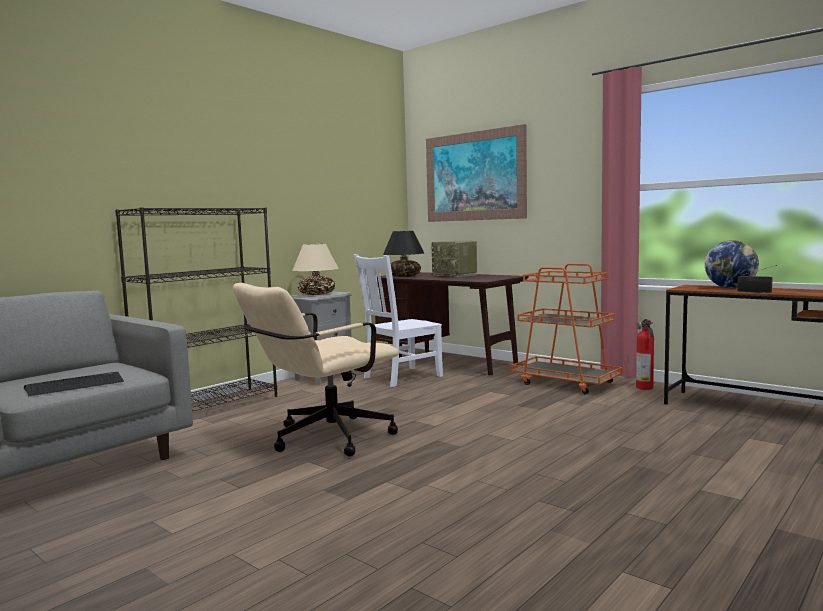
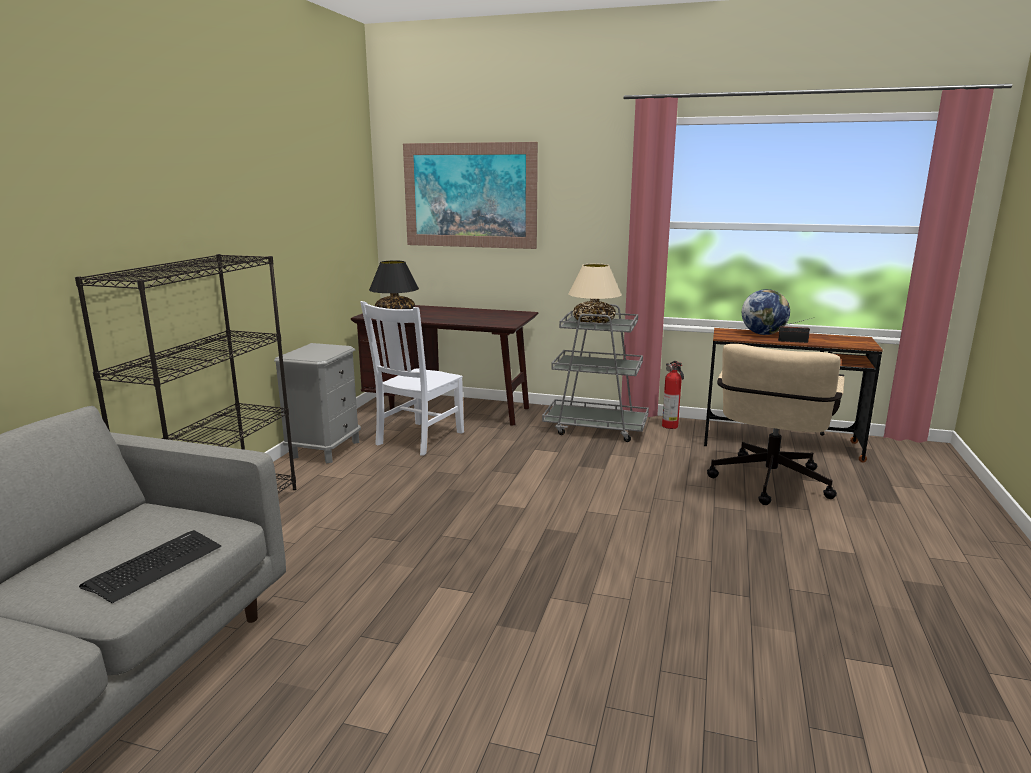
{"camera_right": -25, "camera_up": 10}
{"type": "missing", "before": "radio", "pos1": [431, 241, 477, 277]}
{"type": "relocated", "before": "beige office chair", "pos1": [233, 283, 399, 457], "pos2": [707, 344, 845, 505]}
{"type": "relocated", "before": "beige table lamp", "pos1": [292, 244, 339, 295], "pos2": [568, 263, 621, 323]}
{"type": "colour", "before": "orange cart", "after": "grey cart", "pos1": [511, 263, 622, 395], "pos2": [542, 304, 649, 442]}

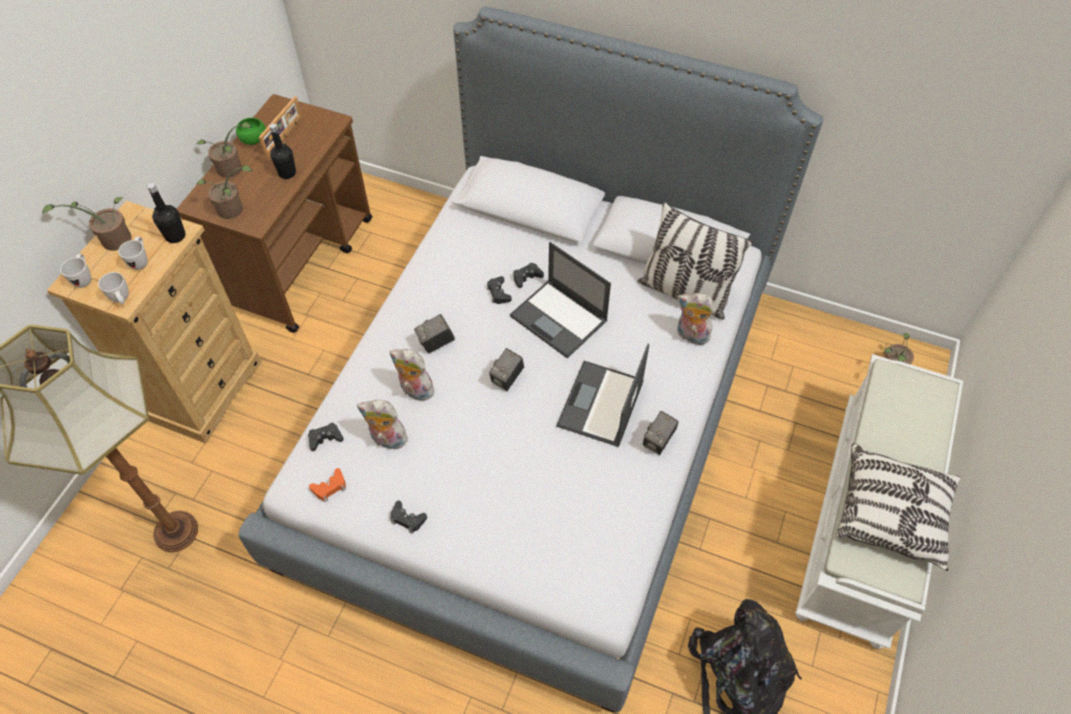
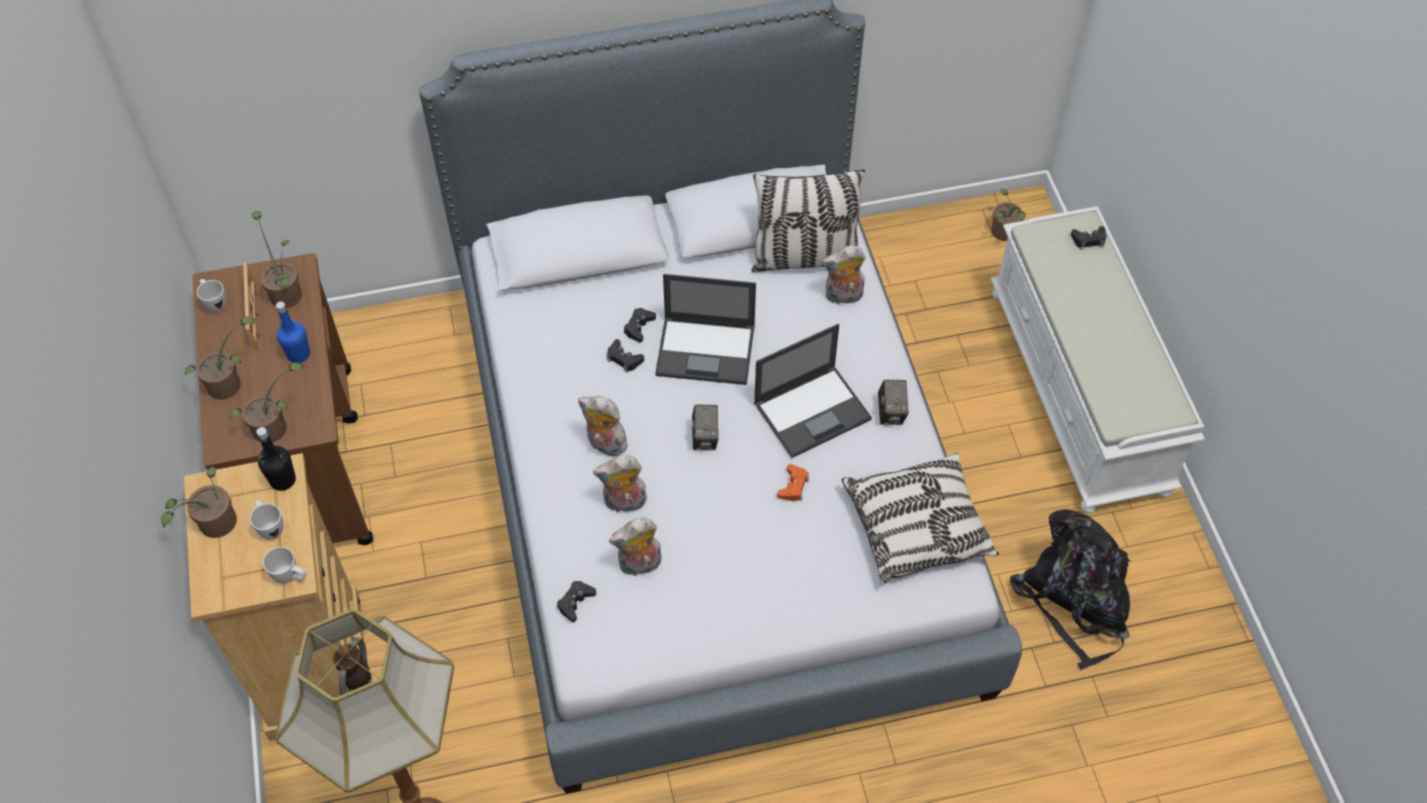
{"camera_right": -35, "camera_up": 0}
{"type": "missing", "before": "green bowl", "pos1": [236, 118, 266, 145]}
{"type": "appeared", "after": "potted plant", "pos2": [252, 211, 302, 308]}
{"type": "relocated", "before": "white mug", "pos1": [60, 254, 91, 288], "pos2": [197, 279, 226, 312]}
{"type": "relocated", "before": "orange game controller", "pos1": [309, 468, 346, 502], "pos2": [777, 464, 809, 501]}
{"type": "relocated", "before": "black game controller", "pos1": [390, 501, 427, 533], "pos2": [1071, 226, 1107, 250]}
{"type": "relocated", "before": "pillow", "pos1": [836, 443, 961, 571], "pos2": [842, 453, 999, 584]}
{"type": "exchanged", "before": "photo camera", "after": "plush toy", "pos1": [414, 314, 455, 354], "pos2": [578, 396, 628, 456]}
{"type": "colour", "before": "black bottle", "after": "blue bottle", "pos1": [269, 123, 296, 179], "pos2": [276, 301, 310, 363]}
{"type": "spun", "before": "laptop", "pos1": [556, 344, 649, 447], "pos2": [754, 324, 872, 458], "turn": -105}

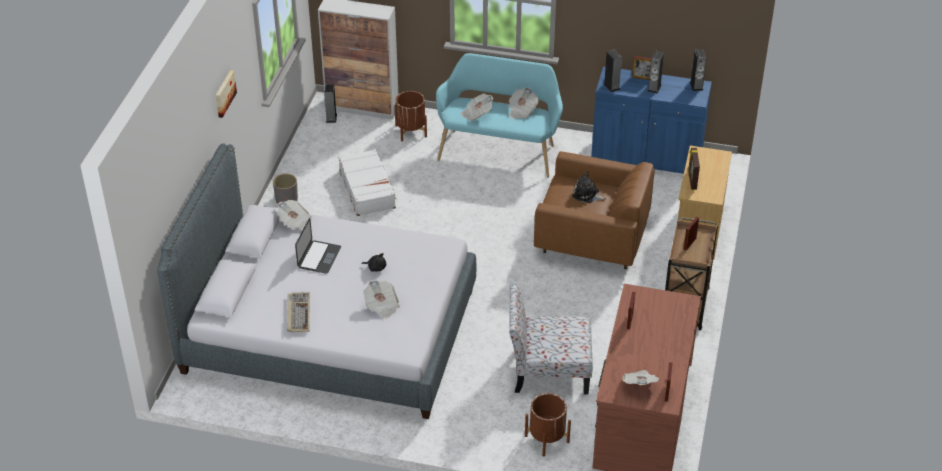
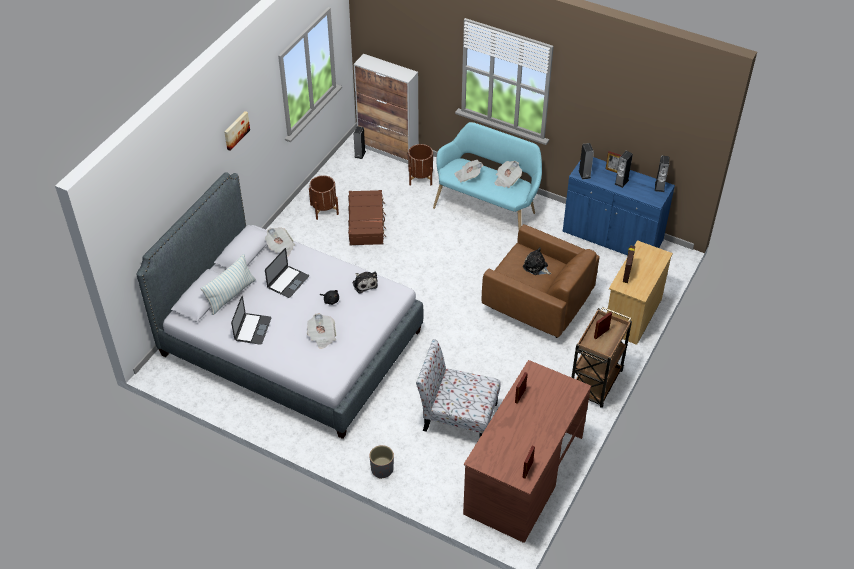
{"camera_right": 15, "camera_up": 5}
{"type": "missing", "before": "newspaper", "pos1": [622, 370, 660, 385]}
{"type": "appeared", "after": "pillow", "pos2": [201, 254, 256, 315]}
{"type": "appeared", "after": "plush toy", "pos2": [352, 272, 378, 294]}
{"type": "relocated", "before": "grey planter", "pos1": [273, 173, 298, 204], "pos2": [369, 445, 394, 479]}
{"type": "relocated", "before": "brown planter", "pos1": [525, 393, 571, 456], "pos2": [309, 175, 339, 220]}
{"type": "exchanged", "before": "keyboard", "after": "laptop", "pos1": [287, 292, 310, 332], "pos2": [231, 296, 272, 345]}
{"type": "colour", "before": "white suitcase", "after": "brown suitcase", "pos1": [338, 149, 397, 216], "pos2": [348, 190, 386, 246]}

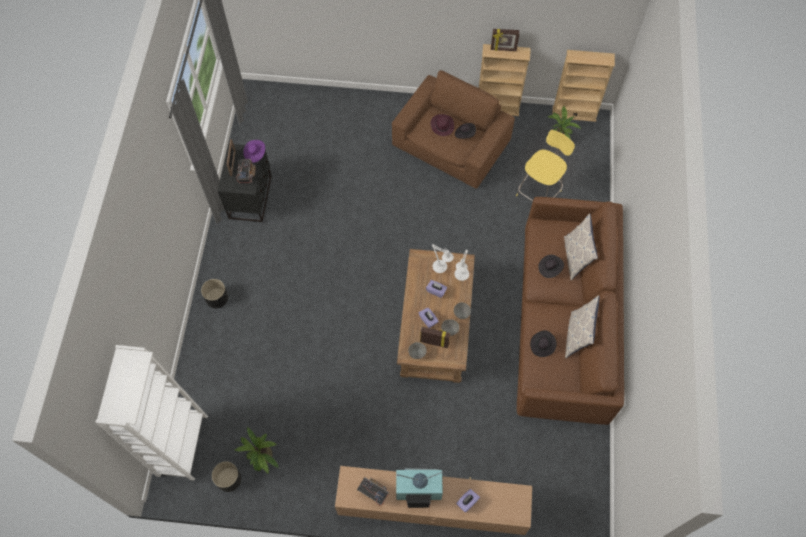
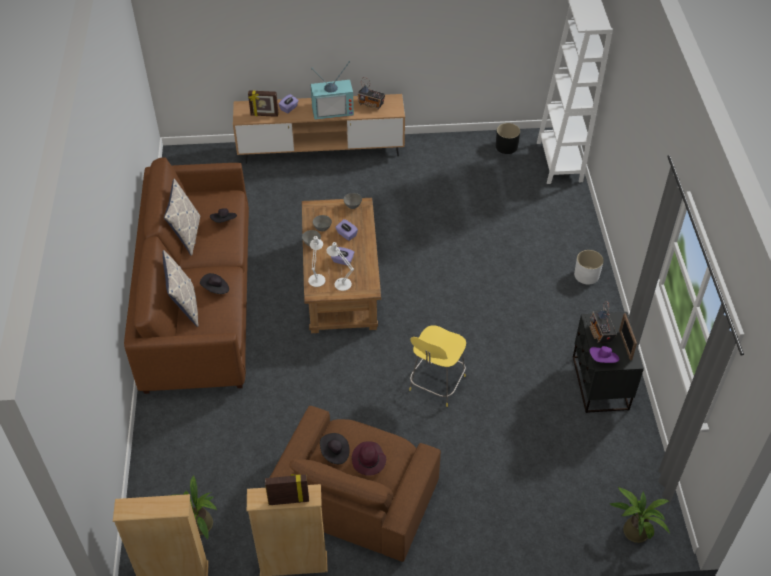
{"camera_right": 170, "camera_up": -15}
{"type": "relocated", "before": "potted plant", "pos1": [235, 427, 278, 473], "pos2": [610, 487, 670, 543]}
{"type": "relocated", "before": "picture frame", "pos1": [420, 327, 450, 348], "pos2": [248, 91, 279, 117]}
{"type": "relocated", "before": "yellow stool", "pos1": [516, 130, 575, 201], "pos2": [409, 325, 466, 407]}
{"type": "colour", "before": "black planter", "after": "white planter", "pos1": [201, 279, 228, 308], "pos2": [574, 250, 604, 284]}

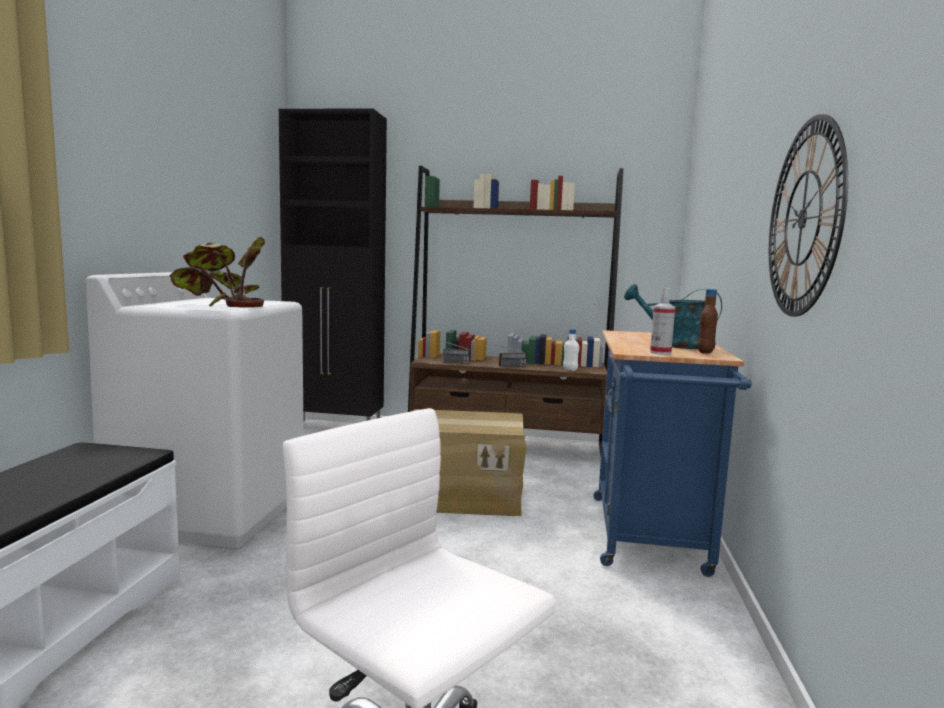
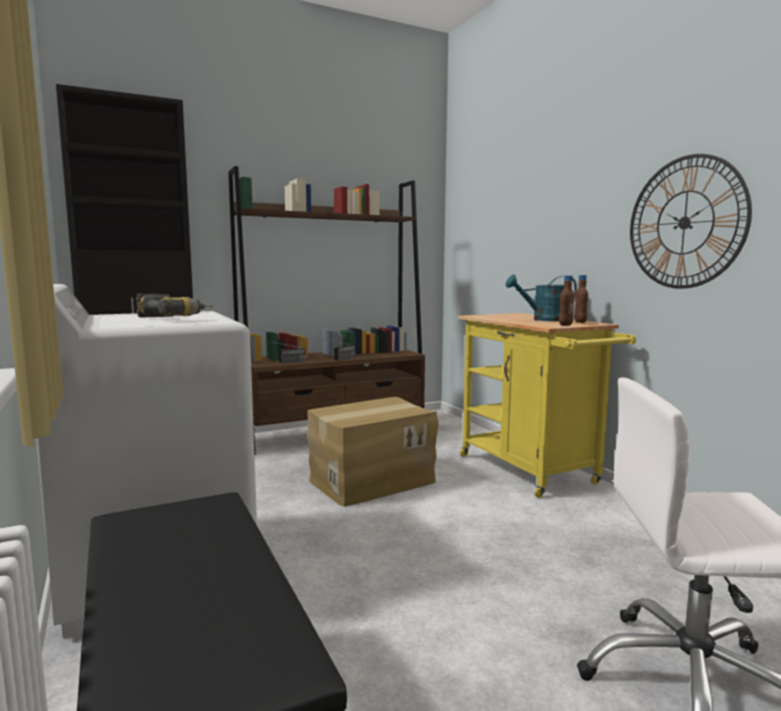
{"camera_right": -35, "camera_up": 0}
{"type": "missing", "before": "white bottle", "pos1": [563, 329, 579, 371]}
{"type": "exchanged", "before": "potted plant", "after": "power drill", "pos1": [170, 236, 265, 308], "pos2": [136, 294, 213, 317]}
{"type": "exchanged", "before": "spray bottle", "after": "brown bottle", "pos1": [650, 288, 675, 355], "pos2": [559, 275, 575, 326]}
{"type": "colour", "before": "blue cart", "after": "yellow cart", "pos1": [594, 330, 752, 577], "pos2": [458, 313, 636, 498]}

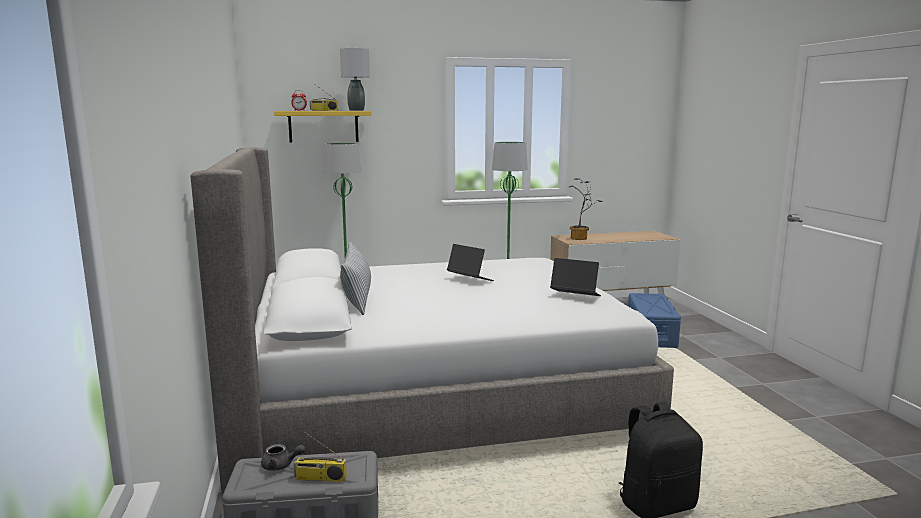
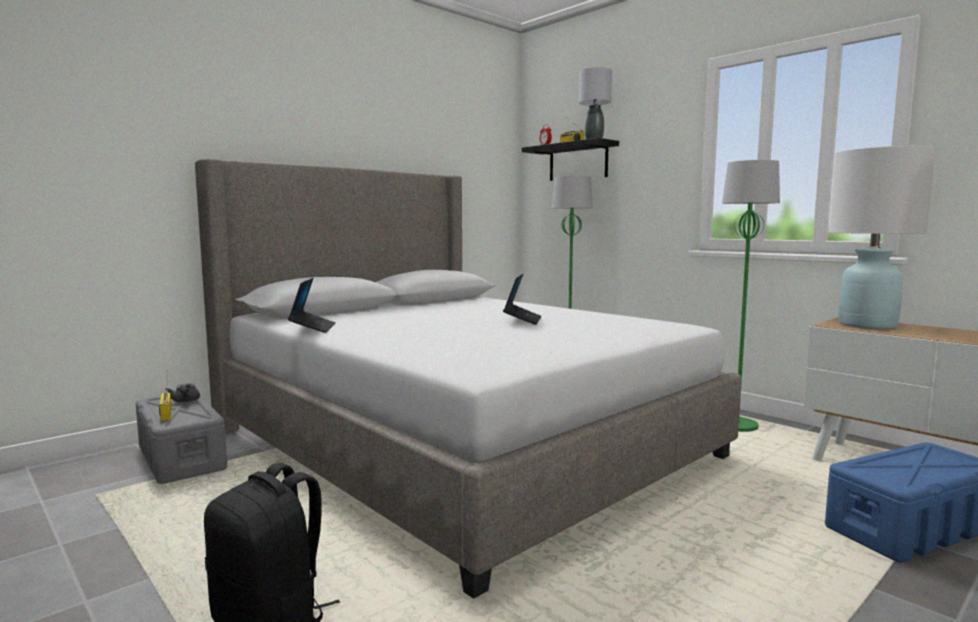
{"camera_right": 60, "camera_up": -5}
{"type": "missing", "before": "pillow", "pos1": [340, 241, 371, 315]}
{"type": "relocated", "before": "laptop", "pos1": [550, 258, 601, 296], "pos2": [288, 278, 336, 333]}
{"type": "exchanged", "before": "potted plant", "after": "white table lamp", "pos1": [569, 178, 602, 240], "pos2": [828, 146, 936, 329]}
{"type": "colour", "before": "yellow shelf", "after": "black shelf", "pos1": [274, 111, 372, 142], "pos2": [522, 138, 619, 181]}

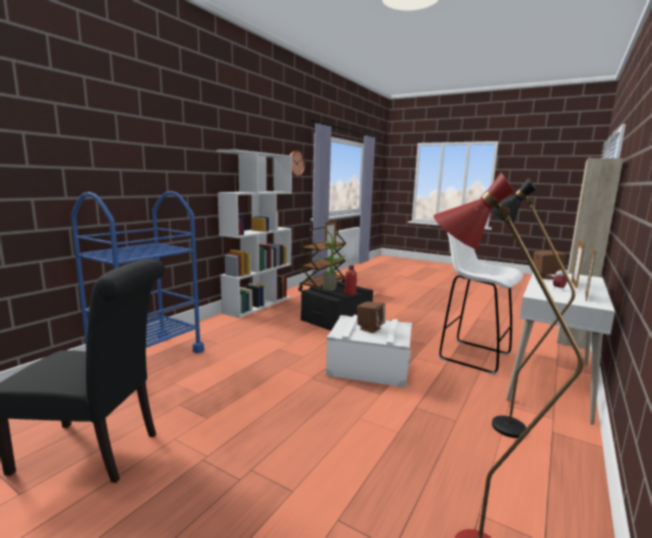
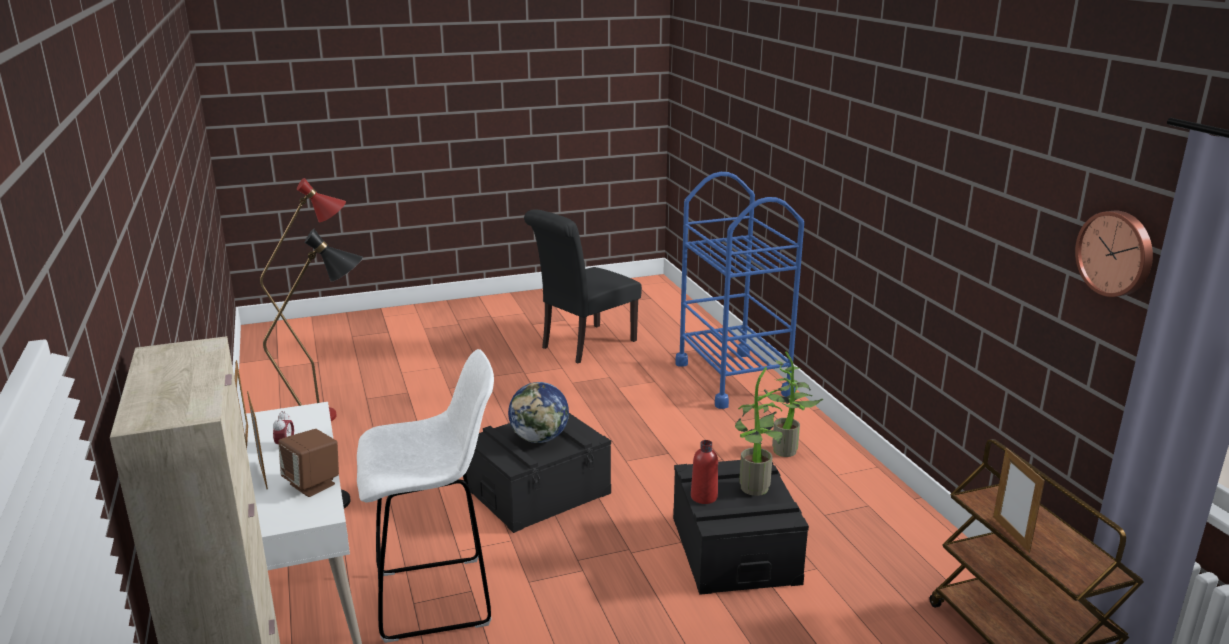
{"camera_right": 130, "camera_up": 10}
{"type": "missing", "before": "white bookcase", "pos1": [216, 149, 292, 318]}
{"type": "appeared", "after": "potted plant", "pos2": [764, 351, 823, 457]}
{"type": "exchanged", "before": "brown speaker", "after": "globe", "pos1": [357, 301, 385, 333], "pos2": [508, 382, 569, 443]}
{"type": "colour", "before": "white storage box", "after": "black storage box", "pos1": [326, 315, 412, 388], "pos2": [466, 413, 611, 533]}

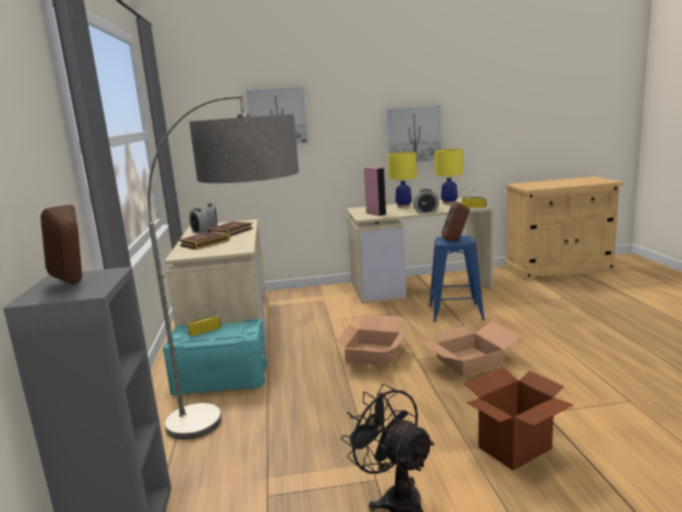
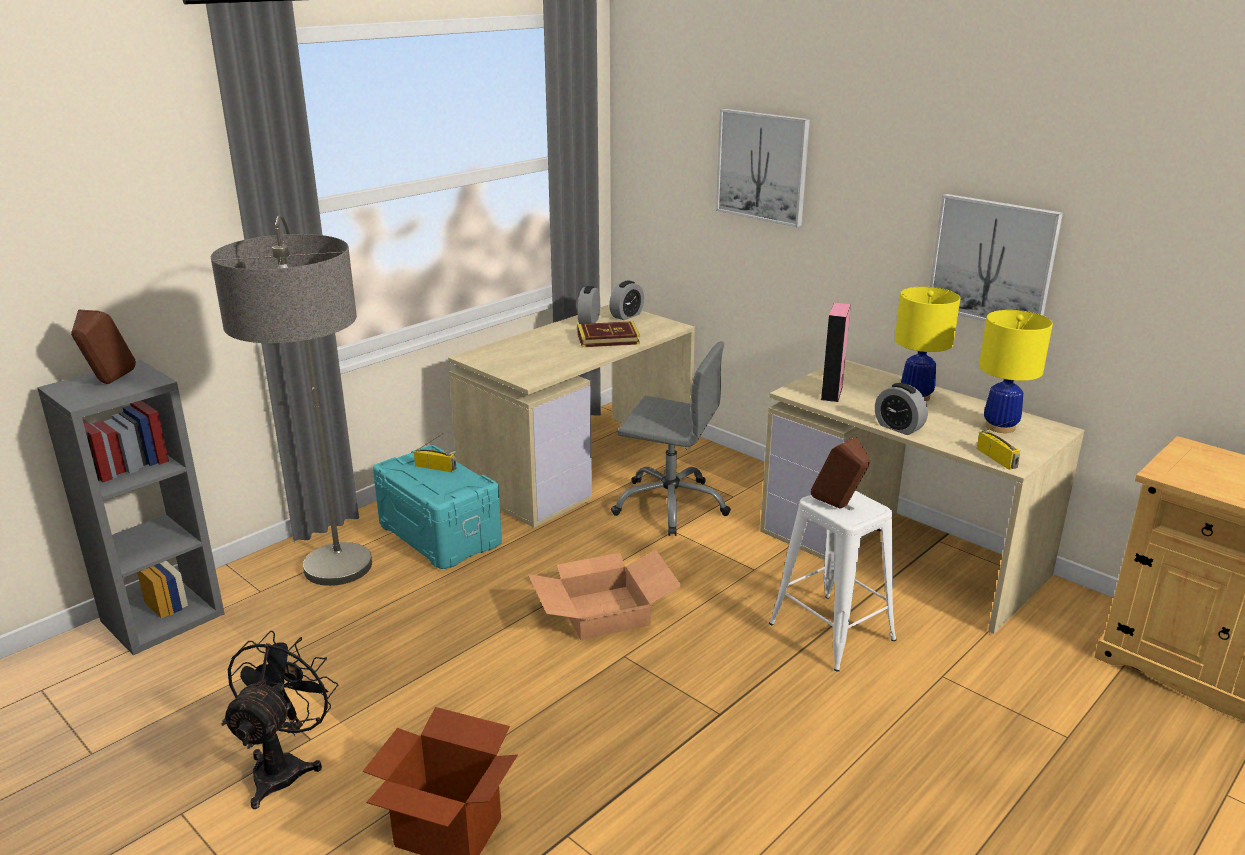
{"camera_right": 50, "camera_up": 10}
{"type": "missing", "before": "book", "pos1": [179, 231, 230, 250]}
{"type": "missing", "before": "cardboard box", "pos1": [418, 321, 522, 377]}
{"type": "appeared", "after": "grey office chair", "pos2": [611, 341, 731, 536]}
{"type": "colour", "before": "blue stool", "after": "white stool", "pos1": [429, 235, 485, 322], "pos2": [769, 491, 896, 672]}

